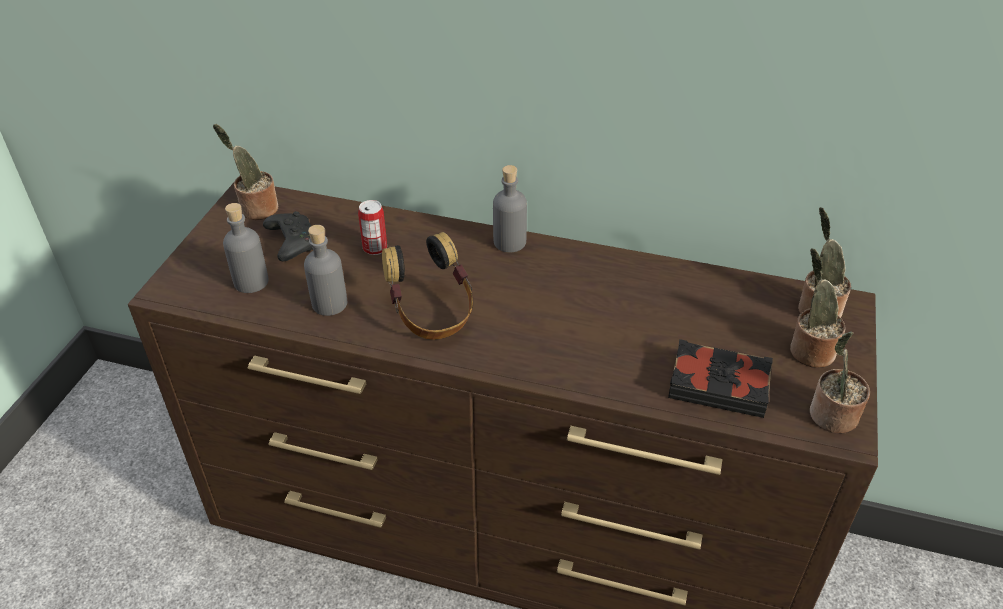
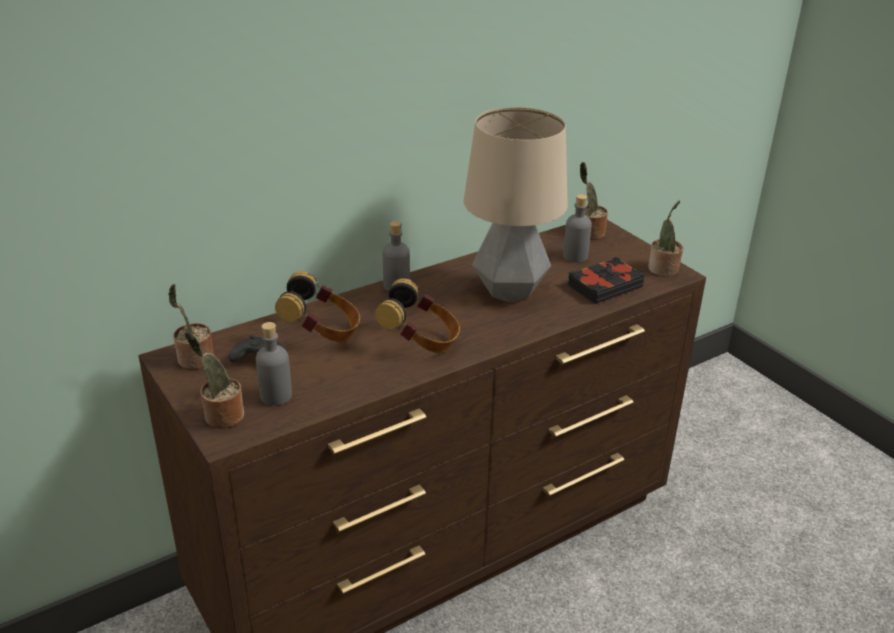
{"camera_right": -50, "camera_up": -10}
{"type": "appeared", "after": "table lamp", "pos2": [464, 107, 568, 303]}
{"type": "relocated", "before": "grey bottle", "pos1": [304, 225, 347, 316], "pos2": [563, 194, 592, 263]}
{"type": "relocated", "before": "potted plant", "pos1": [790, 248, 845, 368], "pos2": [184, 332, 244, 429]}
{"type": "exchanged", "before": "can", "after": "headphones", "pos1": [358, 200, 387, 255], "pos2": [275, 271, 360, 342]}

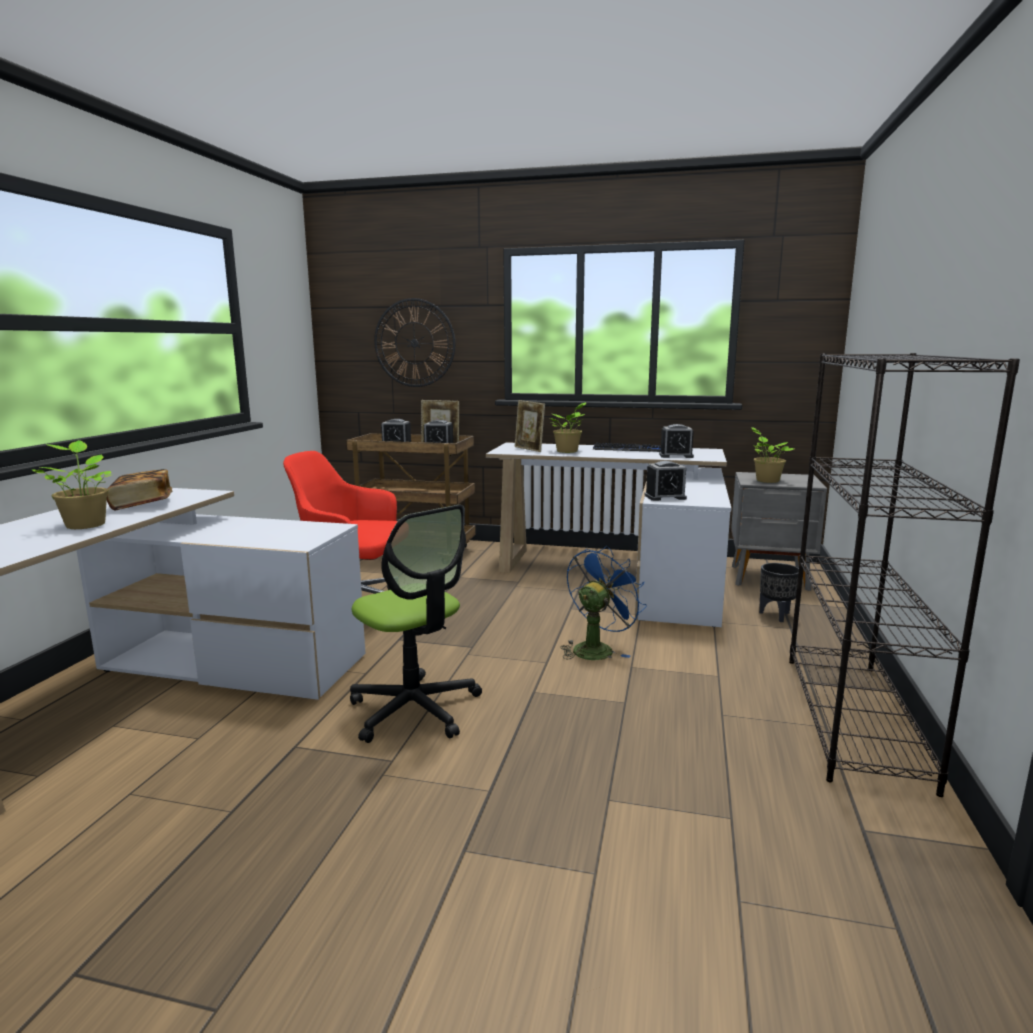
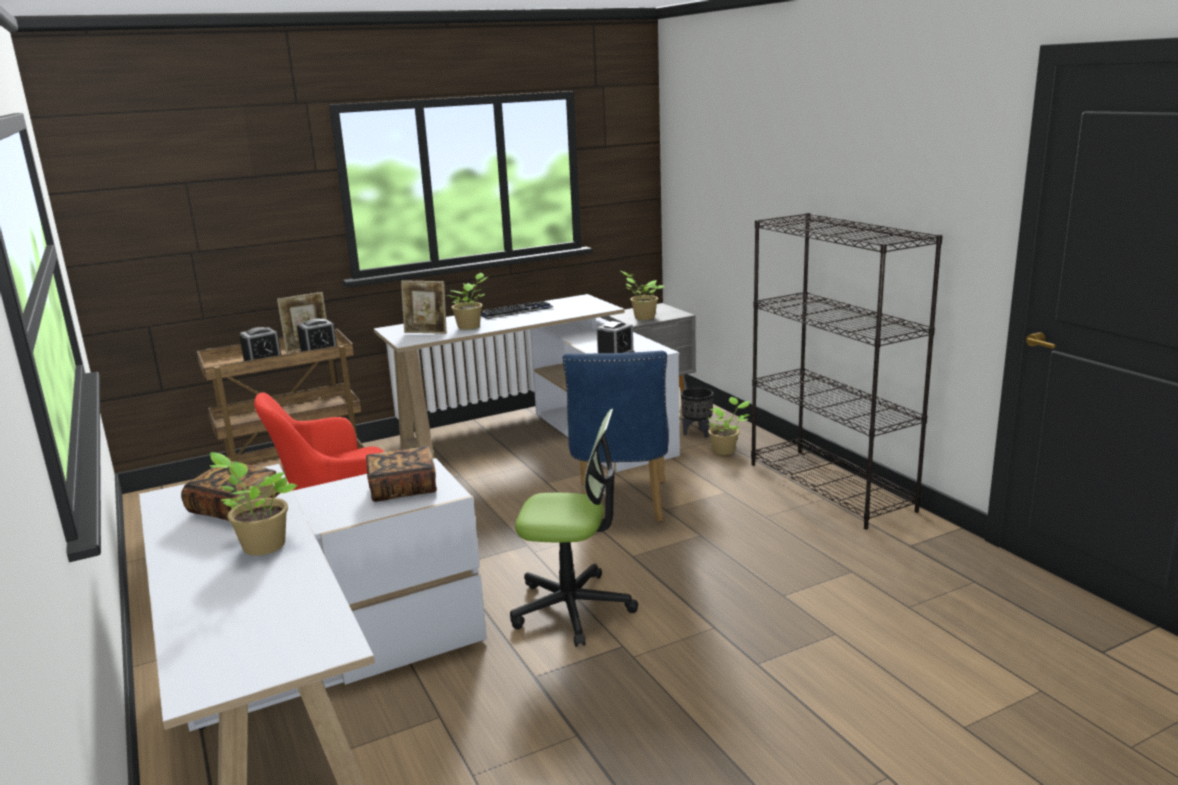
{"camera_right": -40, "camera_up": 5}
{"type": "missing", "before": "wall clock", "pos1": [374, 298, 455, 387]}
{"type": "missing", "before": "alarm clock", "pos1": [659, 424, 694, 458]}
{"type": "appeared", "after": "book", "pos2": [366, 446, 437, 502]}
{"type": "appeared", "after": "potted plant", "pos2": [706, 397, 750, 455]}
{"type": "exchanged", "before": "blue fan", "after": "blue chair", "pos1": [560, 546, 647, 660], "pos2": [563, 351, 669, 522]}

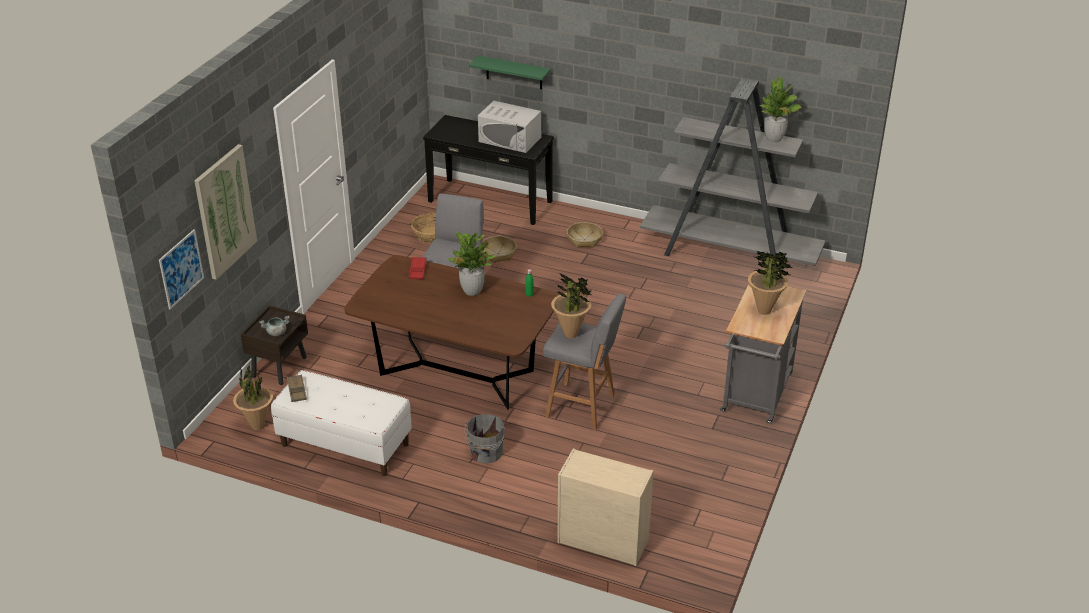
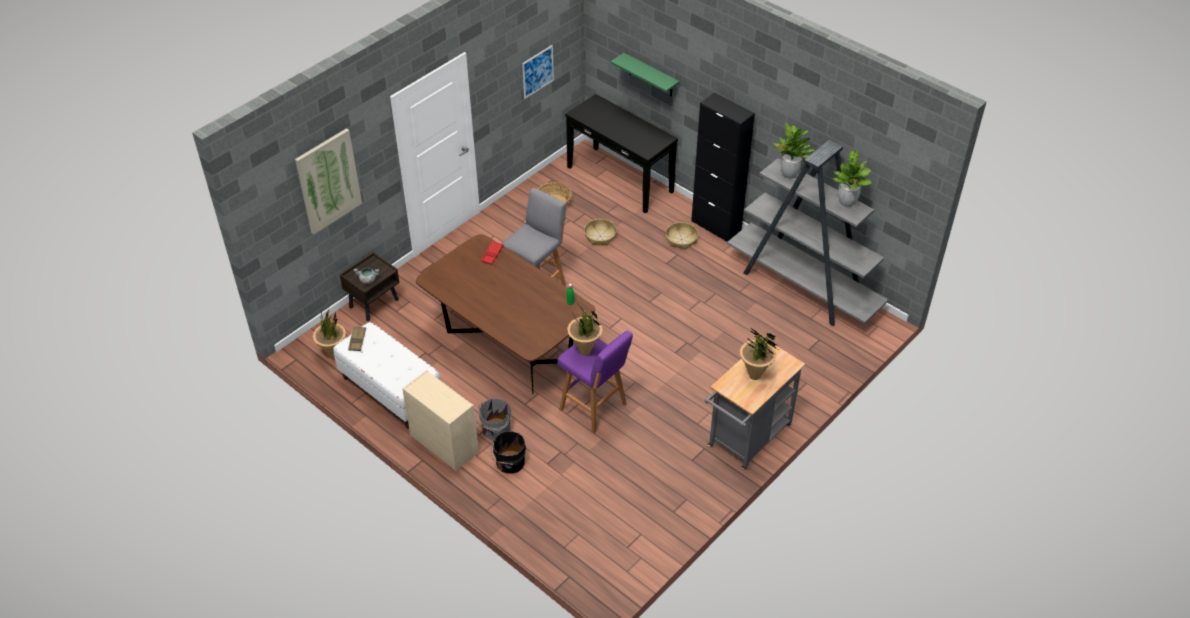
{"camera_right": 20, "camera_up": 10}
{"type": "missing", "before": "white microwave", "pos1": [478, 101, 541, 153]}
{"type": "appeared", "after": "black bucket", "pos2": [491, 431, 526, 474]}
{"type": "appeared", "after": "black cabinet", "pos2": [691, 93, 755, 242]}
{"type": "relocated", "before": "picture", "pos1": [159, 229, 204, 309], "pos2": [522, 45, 554, 99]}
{"type": "relocated", "before": "potted plant", "pos1": [447, 231, 495, 296], "pos2": [774, 123, 814, 179]}
{"type": "relocated", "before": "beige dresser", "pos1": [557, 449, 654, 566], "pos2": [402, 370, 479, 471]}
{"type": "colour", "before": "grey stool", "after": "purple stool", "pos1": [543, 294, 626, 430], "pos2": [558, 331, 633, 434]}

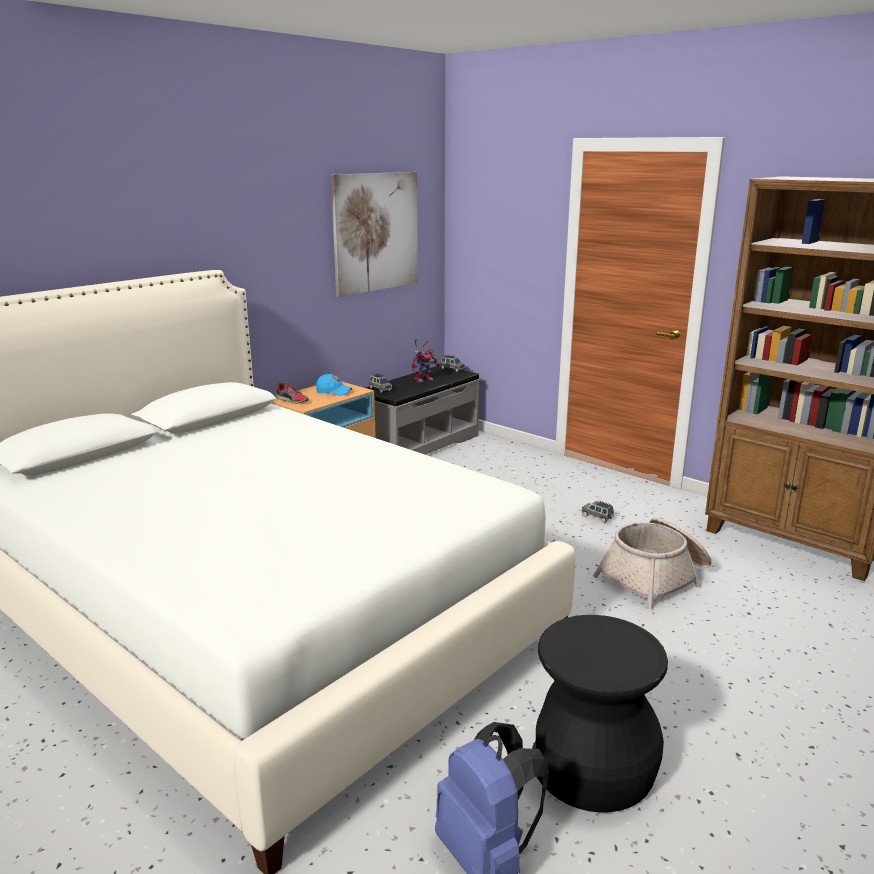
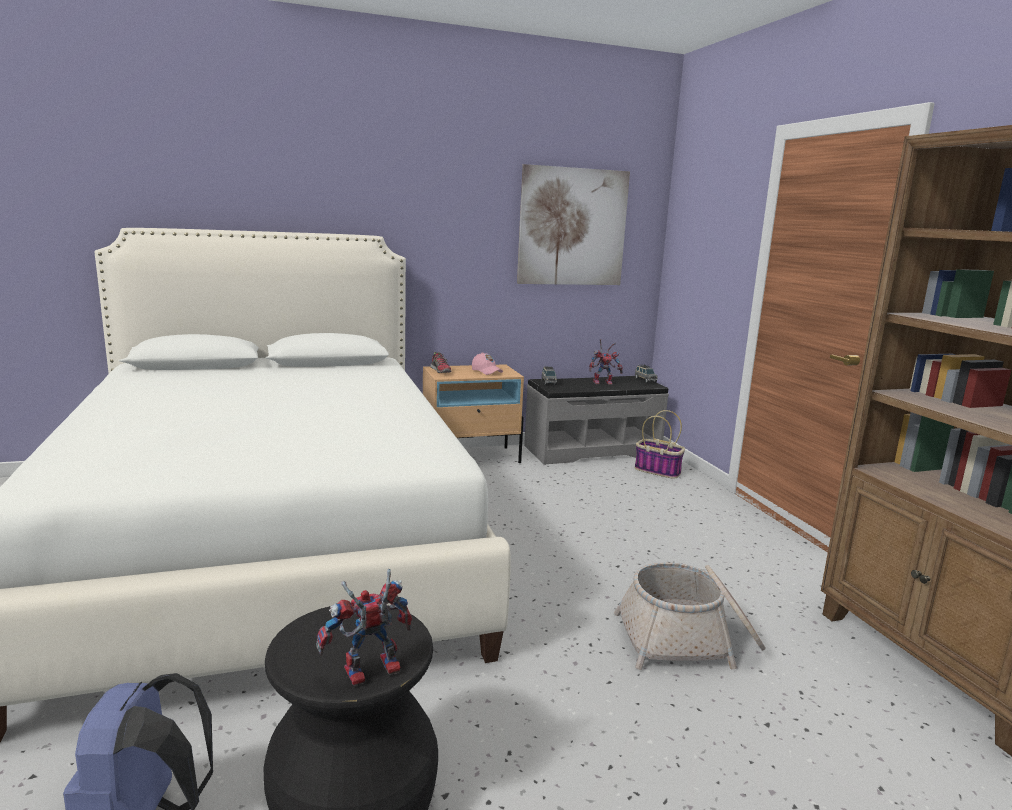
{"camera_right": 30, "camera_up": -5}
{"type": "missing", "before": "grey toy car", "pos1": [582, 501, 614, 523]}
{"type": "appeared", "after": "toy robot", "pos2": [316, 569, 412, 686]}
{"type": "appeared", "after": "basket", "pos2": [635, 410, 685, 479]}
{"type": "colour", "before": "blue cap", "after": "pink cap", "pos1": [316, 374, 353, 396], "pos2": [472, 352, 503, 375]}

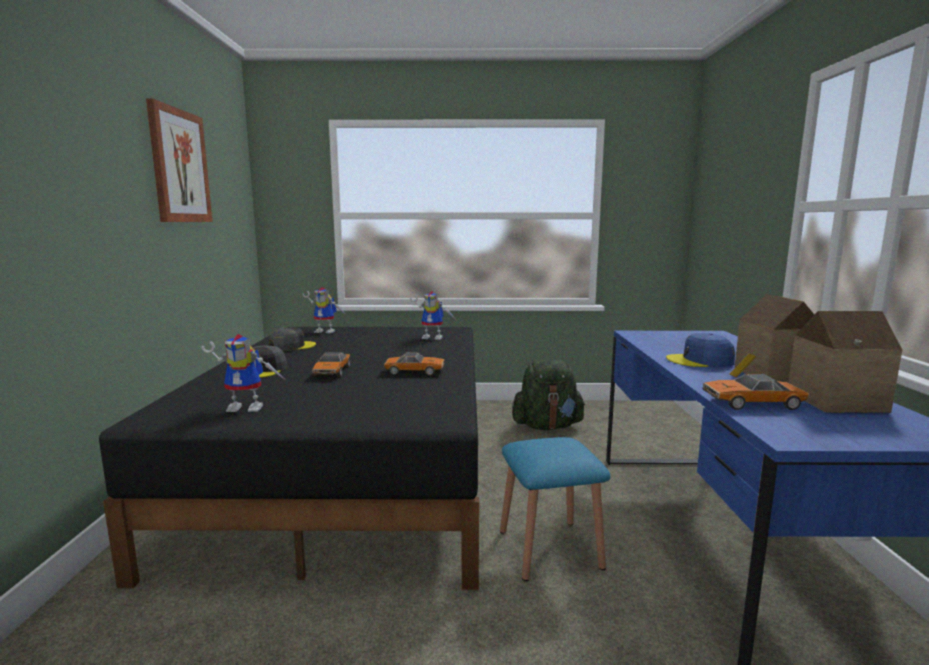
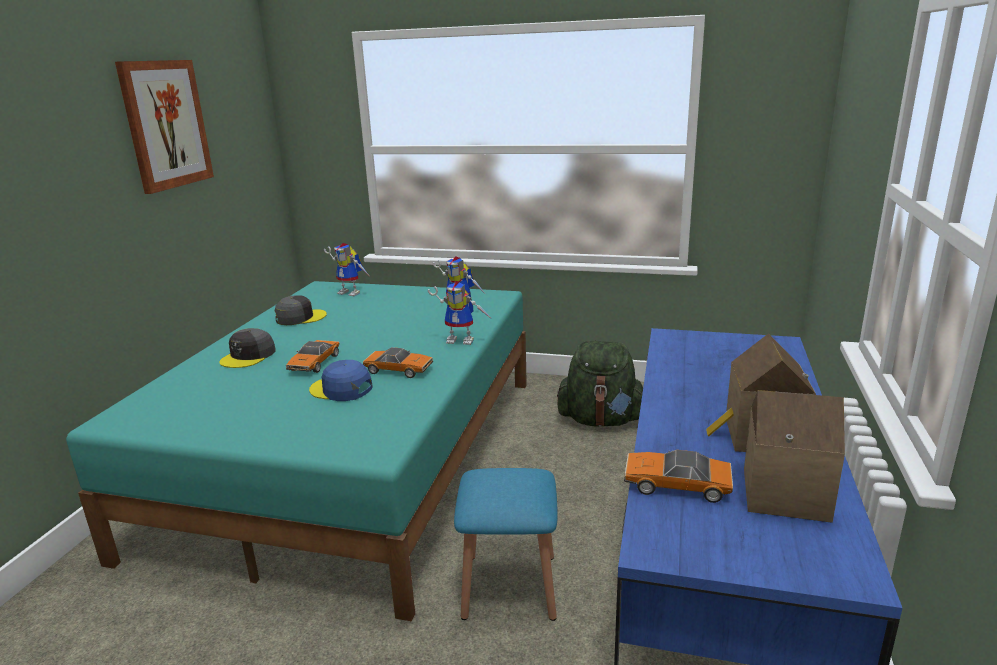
{"camera_right": 15, "camera_up": 10}
{"type": "relocated", "before": "toy robot", "pos1": [201, 334, 284, 412], "pos2": [428, 281, 493, 345]}
{"type": "relocated", "before": "blue cap", "pos1": [666, 333, 735, 367], "pos2": [309, 360, 373, 401]}
{"type": "colour", "before": "black bed", "after": "turquoise bed", "pos1": [99, 327, 479, 590], "pos2": [66, 281, 527, 621]}

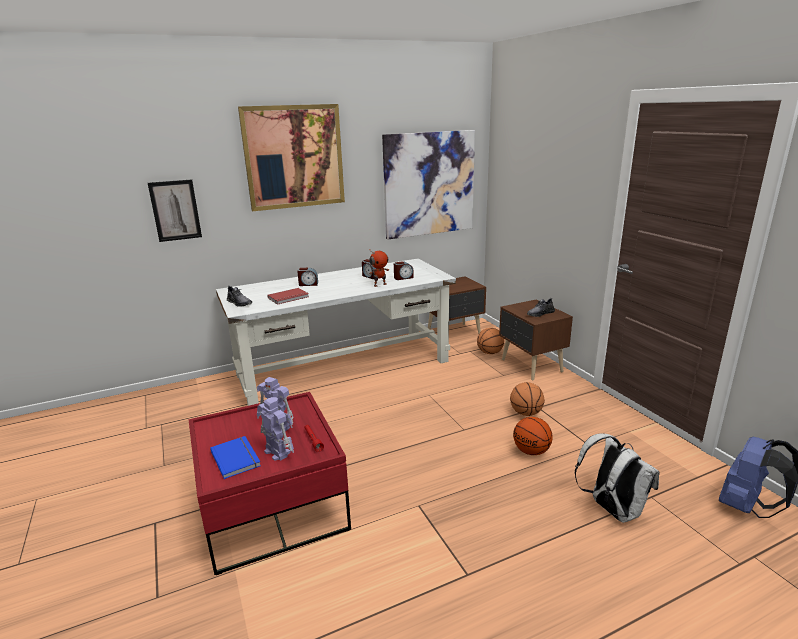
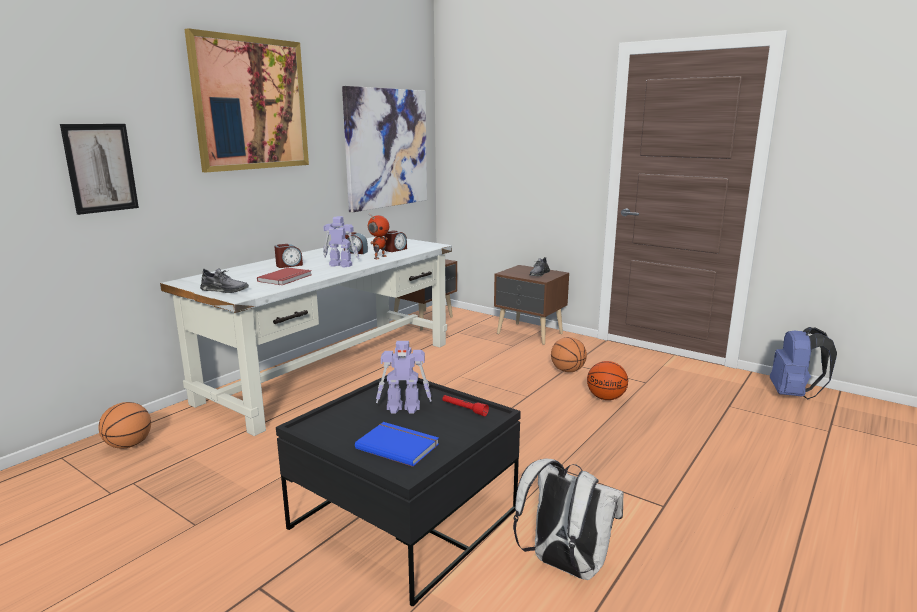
{"camera_right": -30, "camera_up": -5}
{"type": "relocated", "before": "toy robot", "pos1": [258, 397, 294, 461], "pos2": [323, 216, 359, 267]}
{"type": "relocated", "before": "basketball", "pos1": [477, 328, 504, 354], "pos2": [98, 402, 151, 449]}
{"type": "relocated", "before": "white backpack", "pos1": [575, 433, 660, 523], "pos2": [513, 459, 624, 580]}
{"type": "colour", "before": "red coffee table", "after": "black coffee table", "pos1": [189, 392, 351, 575], "pos2": [276, 375, 521, 606]}

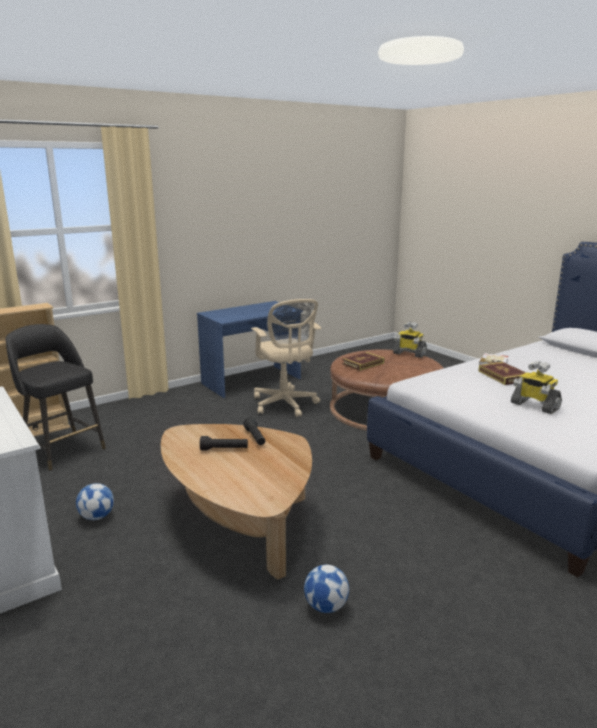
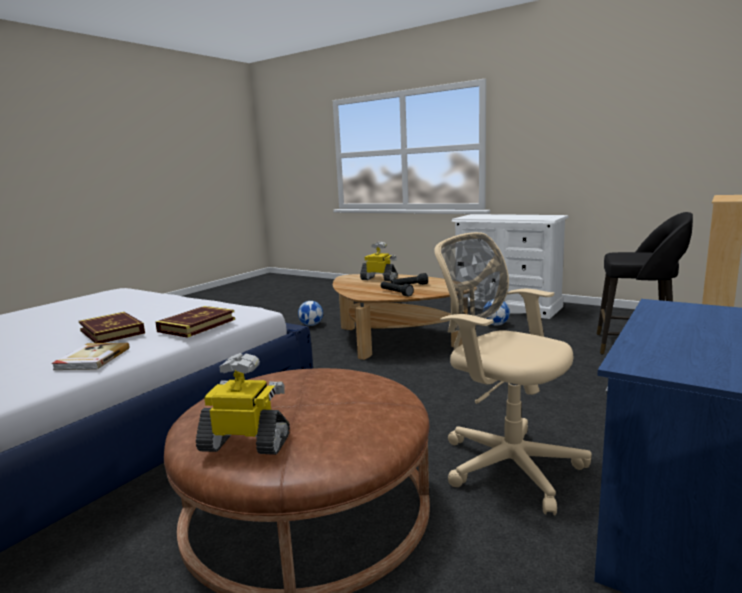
{"camera_right": 160, "camera_up": -5}
{"type": "relocated", "before": "book", "pos1": [342, 352, 385, 371], "pos2": [155, 306, 235, 338]}
{"type": "relocated", "before": "toy robot", "pos1": [511, 361, 562, 414], "pos2": [360, 241, 398, 281]}

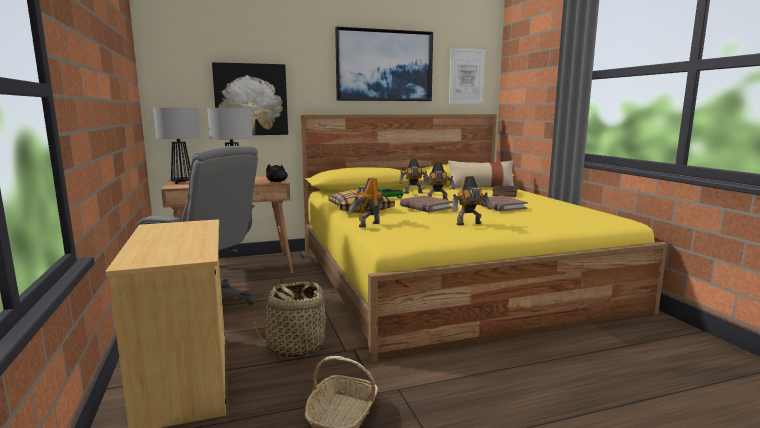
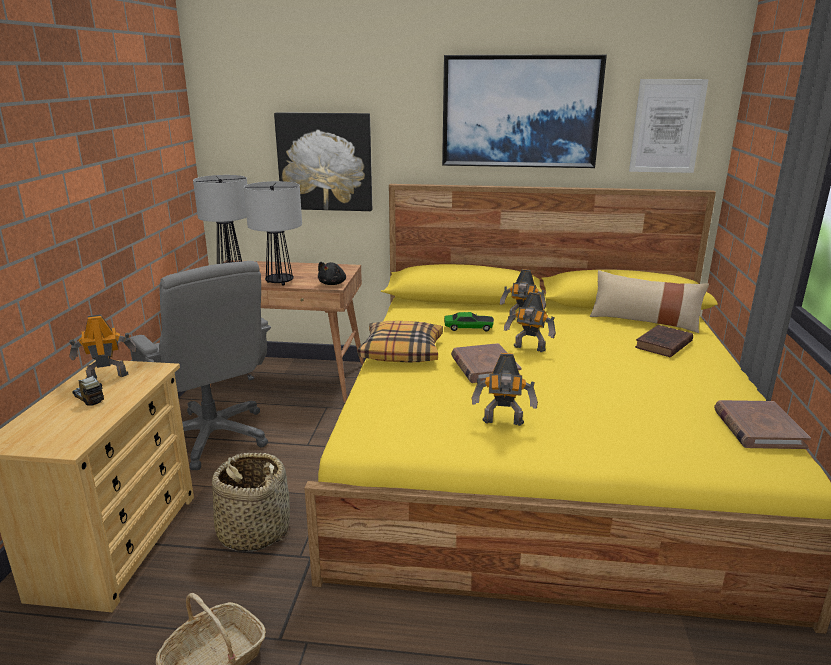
{"camera_right": 25, "camera_up": 10}
{"type": "appeared", "after": "toy truck", "pos2": [73, 375, 104, 406]}
{"type": "relocated", "before": "toy robot", "pos1": [349, 178, 383, 228], "pos2": [69, 314, 136, 379]}
{"type": "relocated", "before": "brown book", "pos1": [477, 196, 528, 212], "pos2": [714, 400, 811, 449]}

